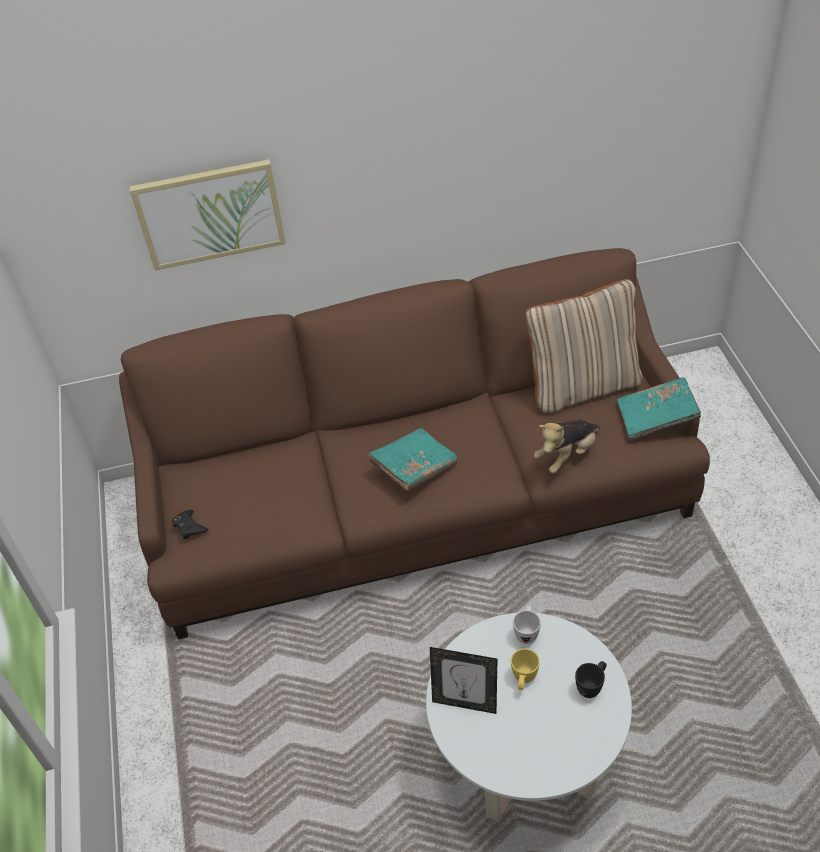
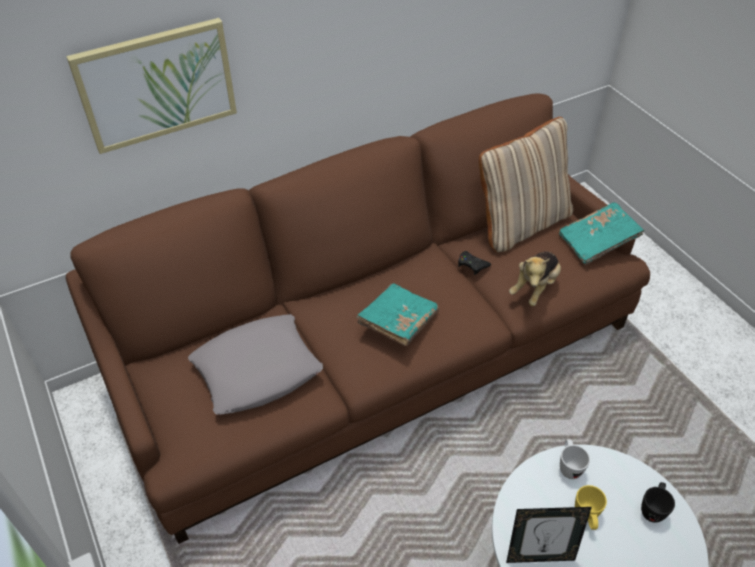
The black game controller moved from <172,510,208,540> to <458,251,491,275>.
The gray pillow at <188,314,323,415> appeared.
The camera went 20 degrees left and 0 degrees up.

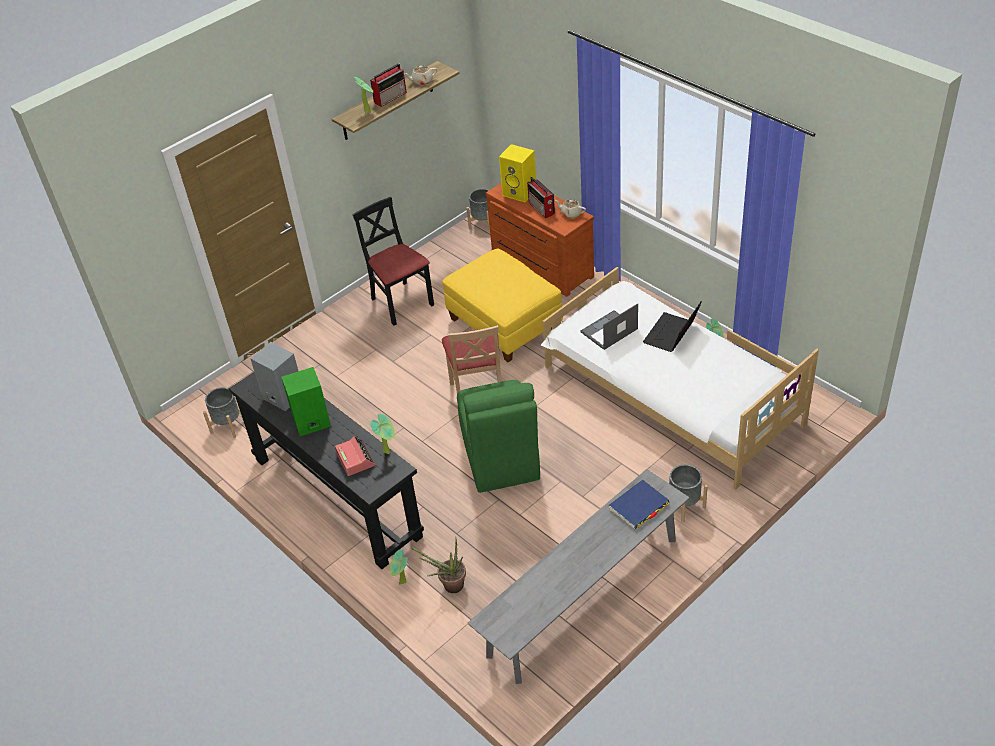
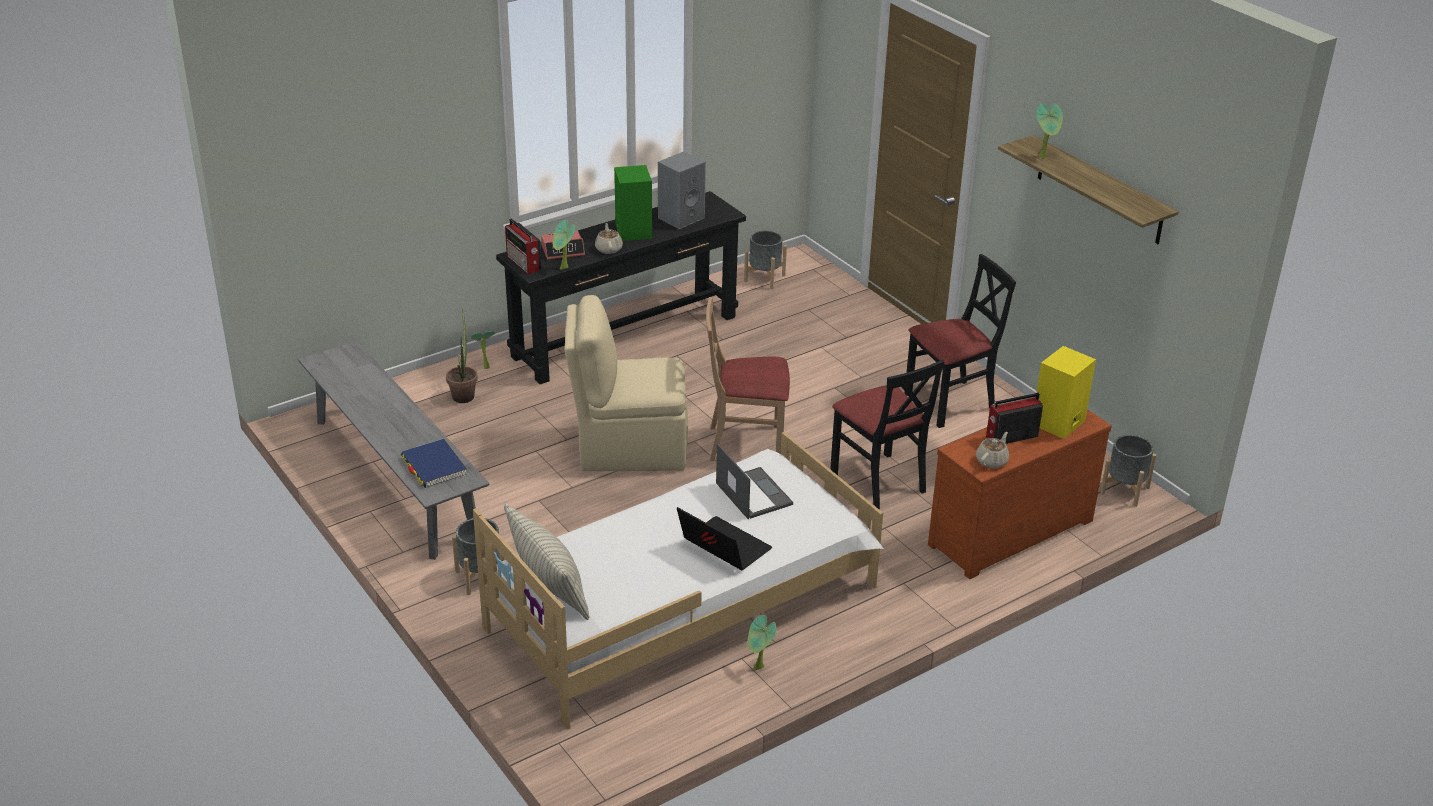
The radio receiver moved from <370,64,407,107> to <505,218,541,274>.
The sand-coloured pot for tea moved from <404,66,437,85> to <595,223,623,254>.
The yellow-coloured footrest at <442,248,563,362> was replaced by the black plain chair at <830,359,945,509>.
The greenish plain chair at <457,380,540,493> became the sand-coloured plain chair at <564,295,688,471>.
The pillow at <504,503,590,620> appeared.
The camera went 95 degrees right and 10 degrees down.

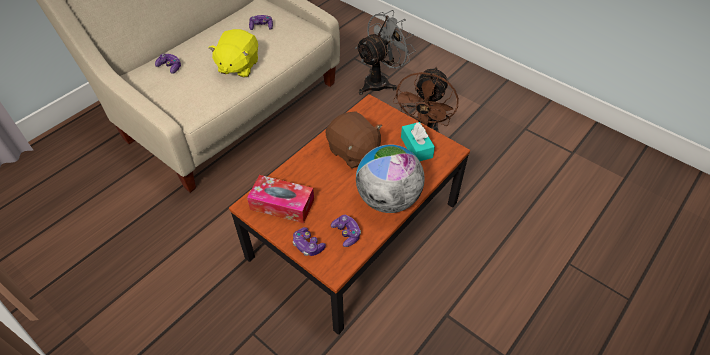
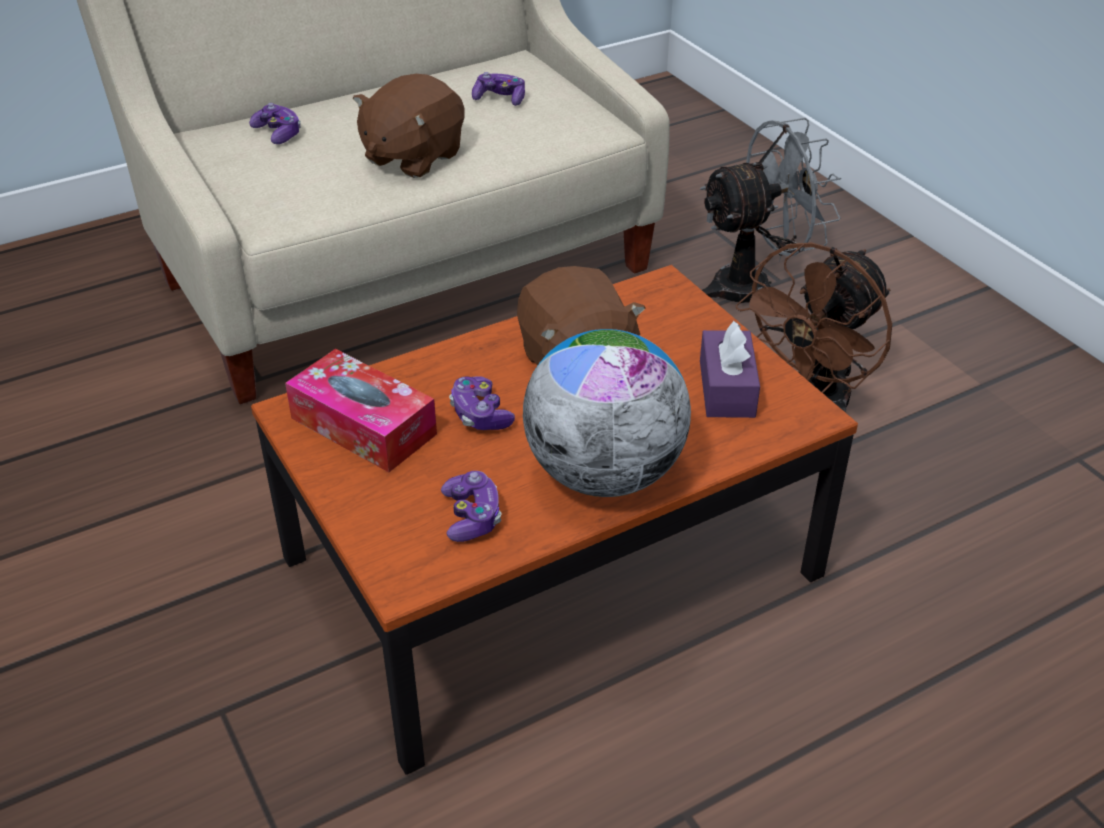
The yellow-coloured plush toy at <209,29,258,77> became the brownish plush toy at <353,74,464,178>.
The turquoise tissue box at <401,122,435,161> became the purple-coloured tissue box at <700,321,760,418>.
The game controller moved from <293,227,326,256> to <449,376,515,430>.
The camera went 20 degrees right and 10 degrees down.

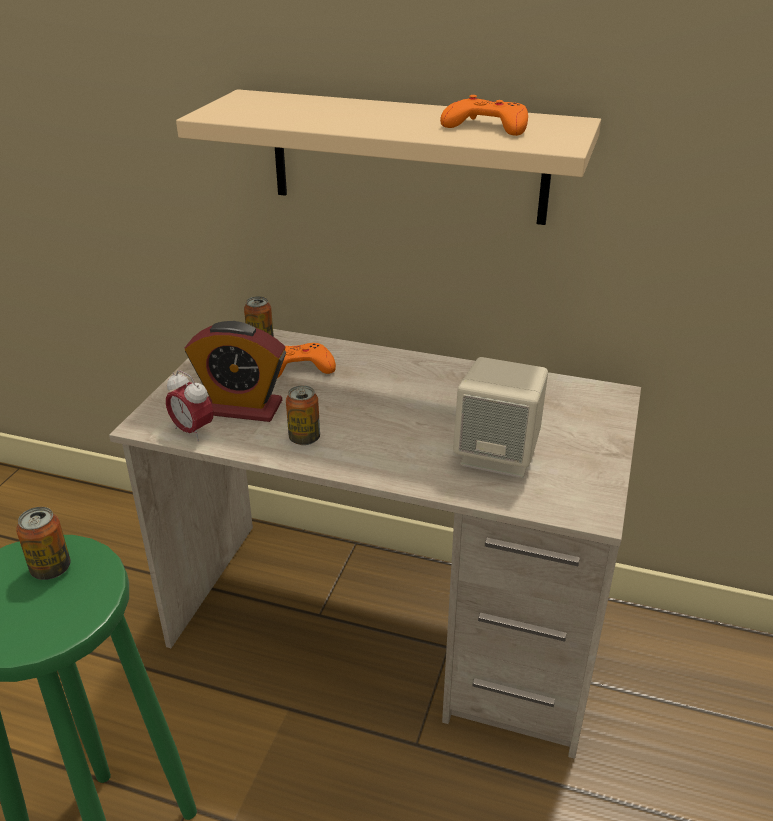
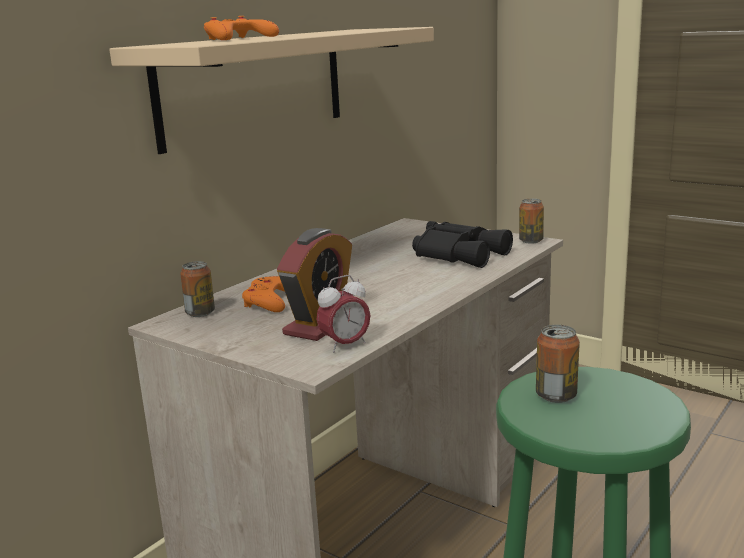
The orange-coloured game controller moved from <440,95,528,136> to <204,16,279,40>.
The sand-coloured speaker at <453,357,548,478> was replaced by the black pair of binoculars at <412,221,513,268>.
The sealed can moved from <286,385,320,445> to <519,199,544,244>.
The camera went 70 degrees left and 15 degrees down.

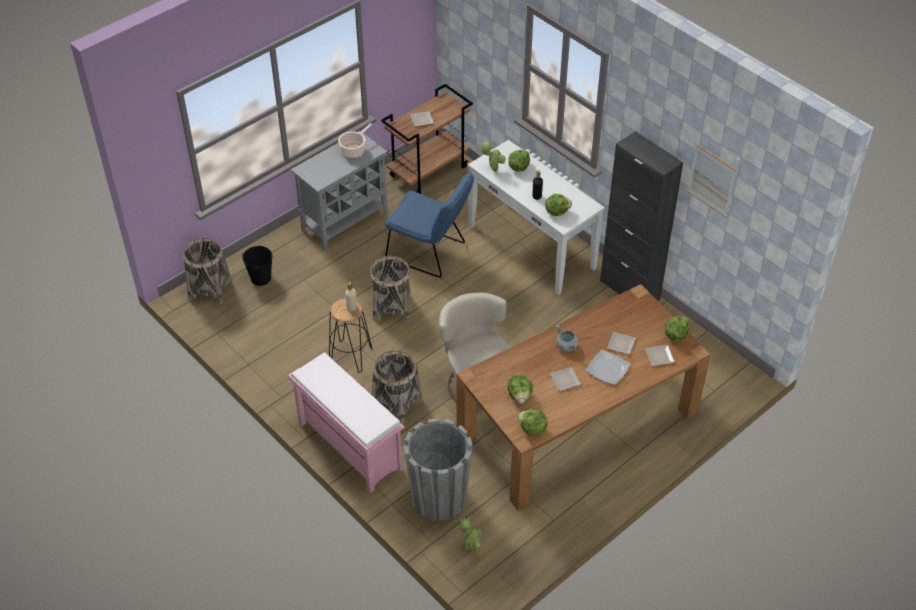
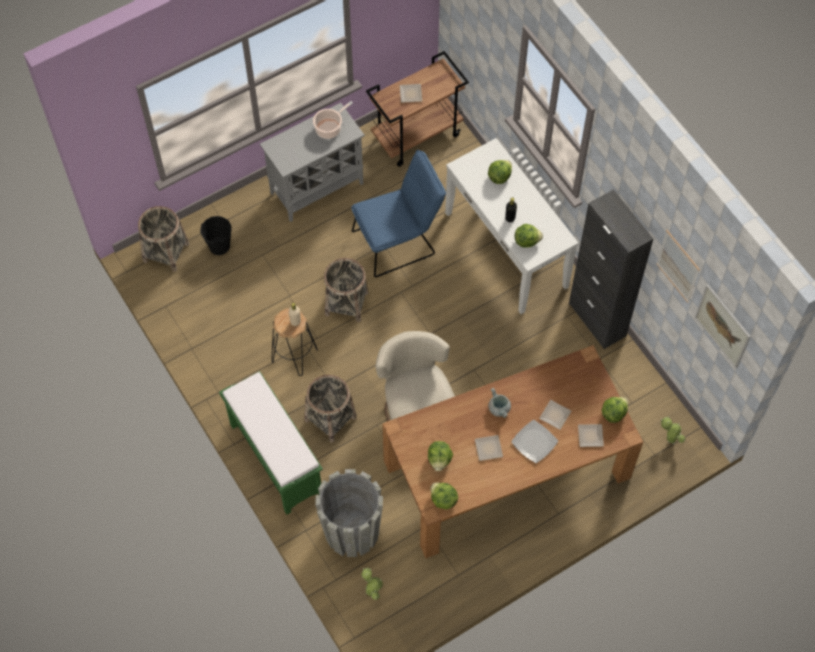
The plant in a pot moved from <481,141,506,172> to <661,417,685,444>.
The blue plain chair at <385,171,474,278> turned 60 degrees counterclockwise.
The pink long seat at <288,353,404,493> became the greenish long seat at <219,371,323,515>.
The picture at <695,284,751,368> appeared.
The camera went 10 degrees right and 15 degrees up.

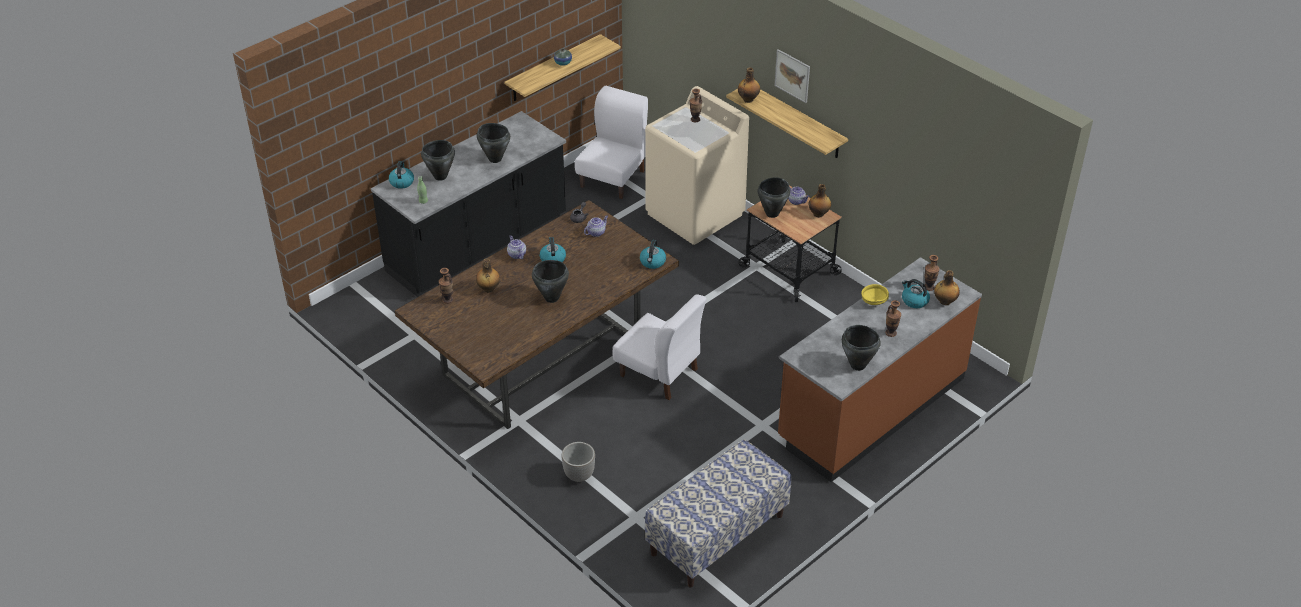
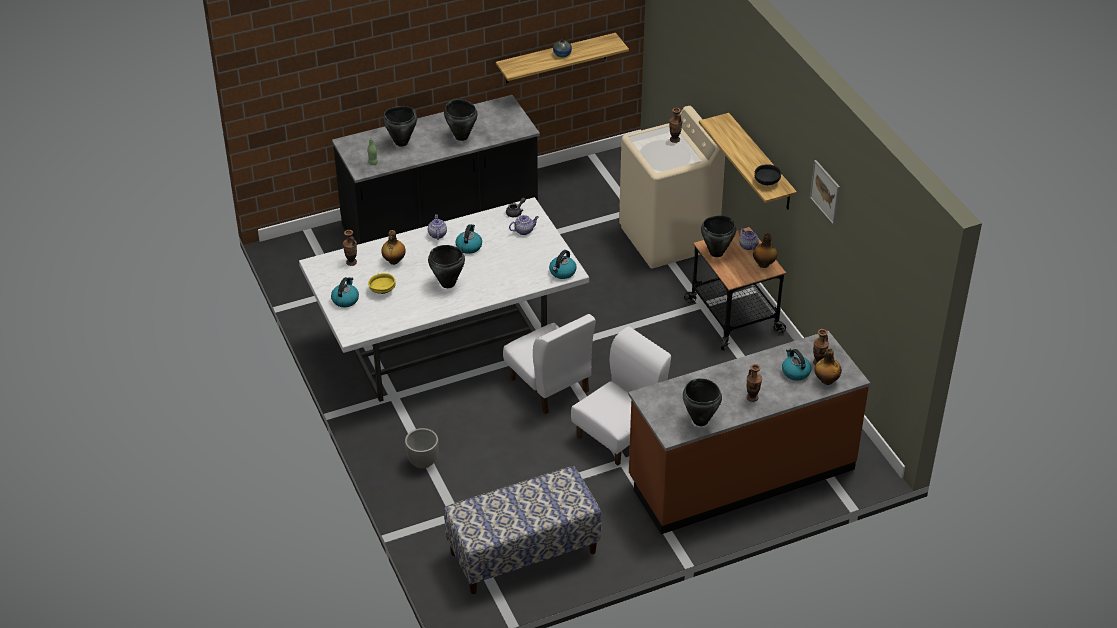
The picture moved from <774,49,810,103> to <810,160,840,225>.
The beverage bottle at <738,67,760,103> disappeared.
The whitish plain chair moved from <575,86,648,199> to <571,327,671,466>.
The water kettle moved from <389,161,414,189> to <331,277,359,307>.
The brownish kitchen table at <395,200,679,429> became the whitish kitchen table at <299,197,589,402>.
The yellow-coloured serving bowl moved from <861,284,889,305> to <368,273,396,294>.
The black serving bowl at <754,164,782,185> appeared.
The camera went 20 degrees right and 0 degrees up.

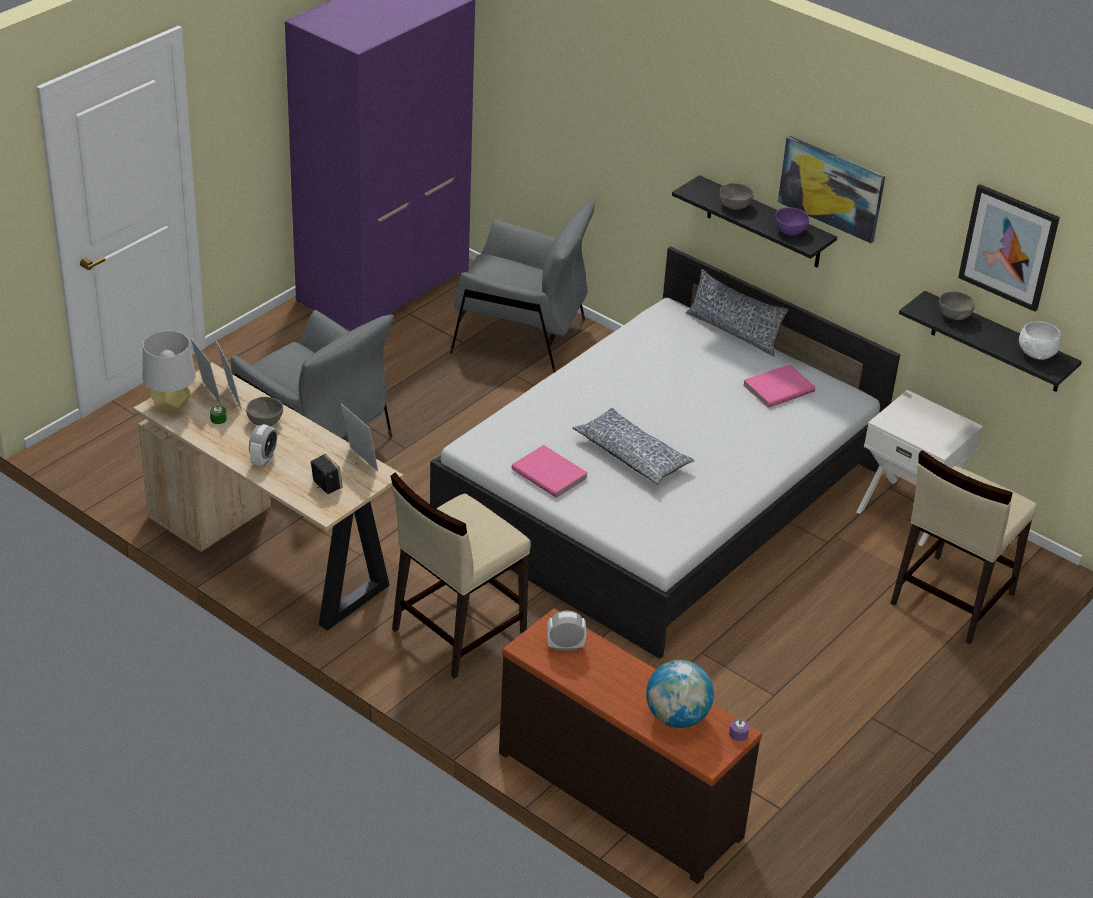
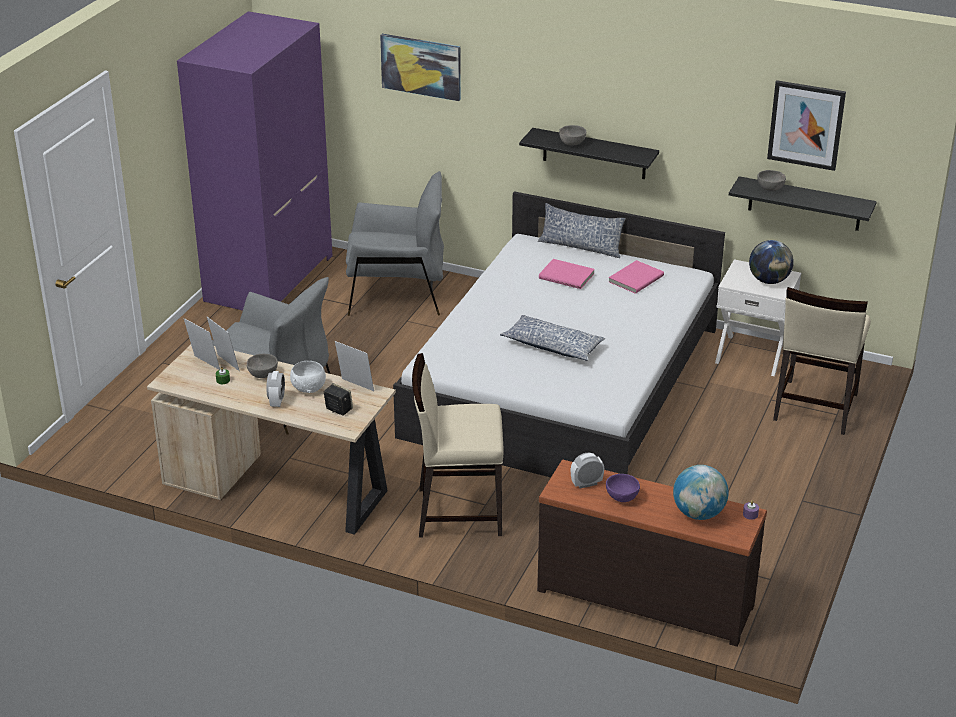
The picture moved from <778,136,885,243> to <380,34,461,101>.
The purple-coloured serving bowl moved from <775,207,809,235> to <606,474,640,502>.
The whitish serving bowl moved from <1019,321,1062,360> to <290,361,326,393>.
The gray tabletop lamp at <142,331,196,413> disappeared.
The pink volume moved from <511,445,588,498> to <539,259,595,289>.
The sand-coloured plain chair at <391,472,531,678> turned 60 degrees clockwise.
The world globe at <749,240,794,284> appeared.
The camera went 15 degrees left and 5 degrees down.

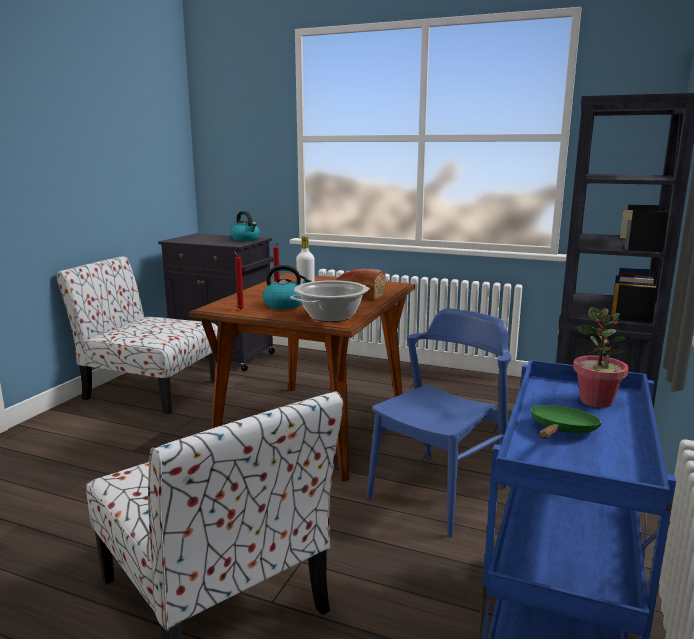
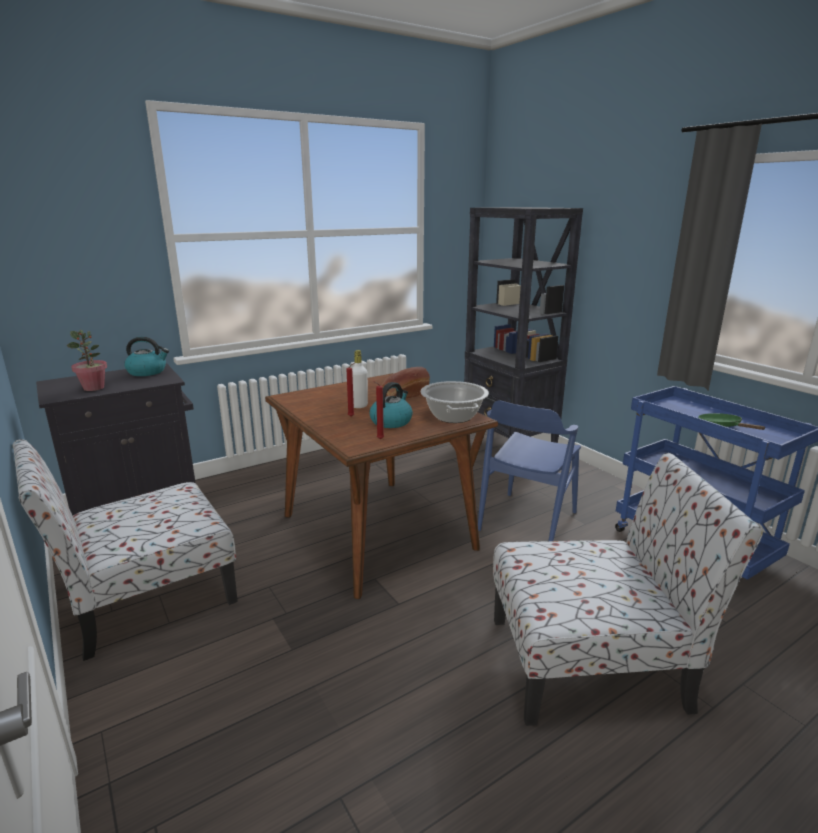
The plant in a pot moved from <573,307,629,408> to <67,330,107,391>.
The blue plain chair at <367,308,511,537> turned 135 degrees counterclockwise.
The camera went 55 degrees left and 5 degrees up.

